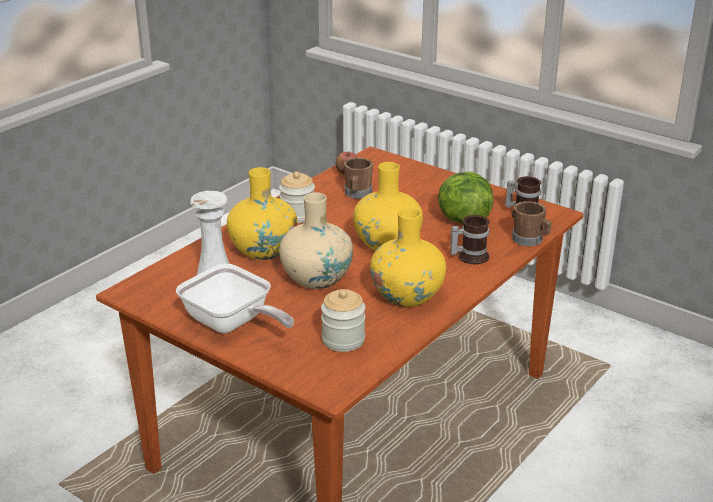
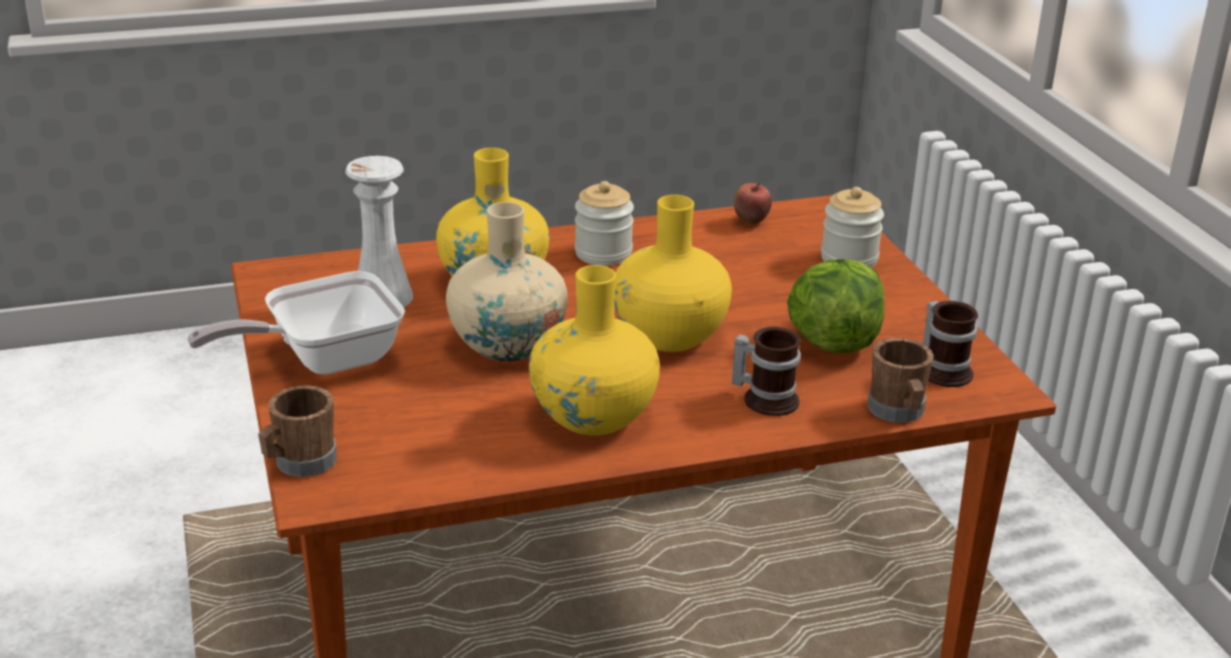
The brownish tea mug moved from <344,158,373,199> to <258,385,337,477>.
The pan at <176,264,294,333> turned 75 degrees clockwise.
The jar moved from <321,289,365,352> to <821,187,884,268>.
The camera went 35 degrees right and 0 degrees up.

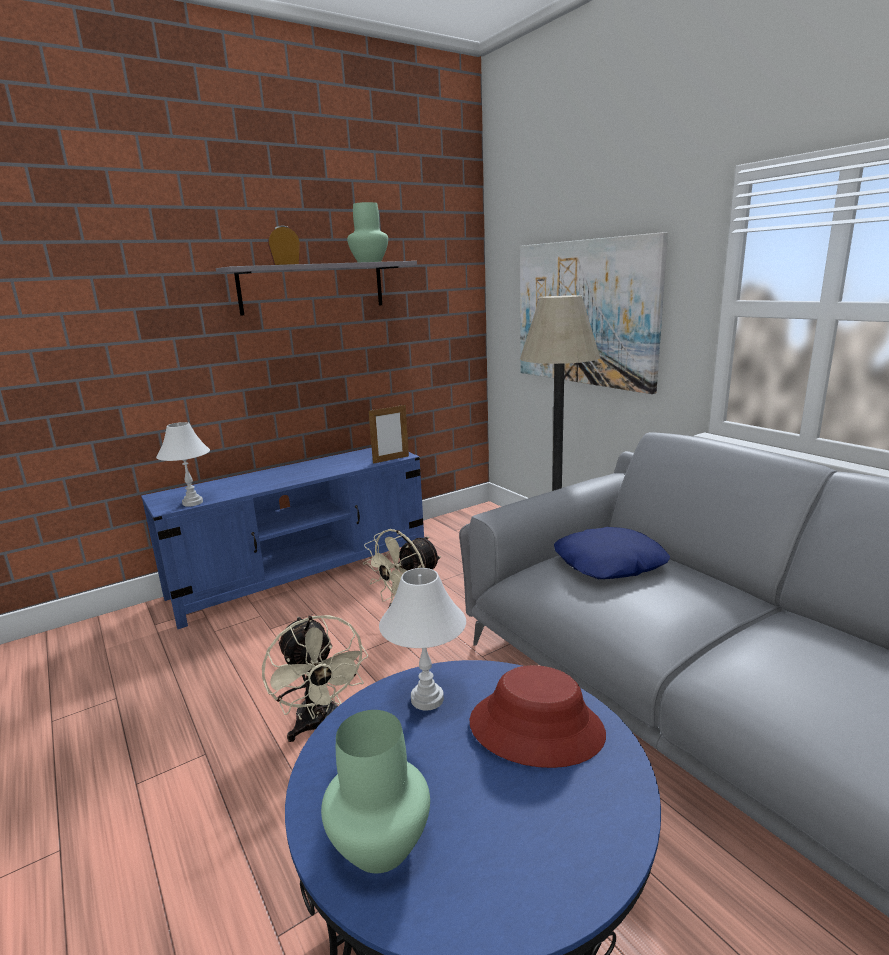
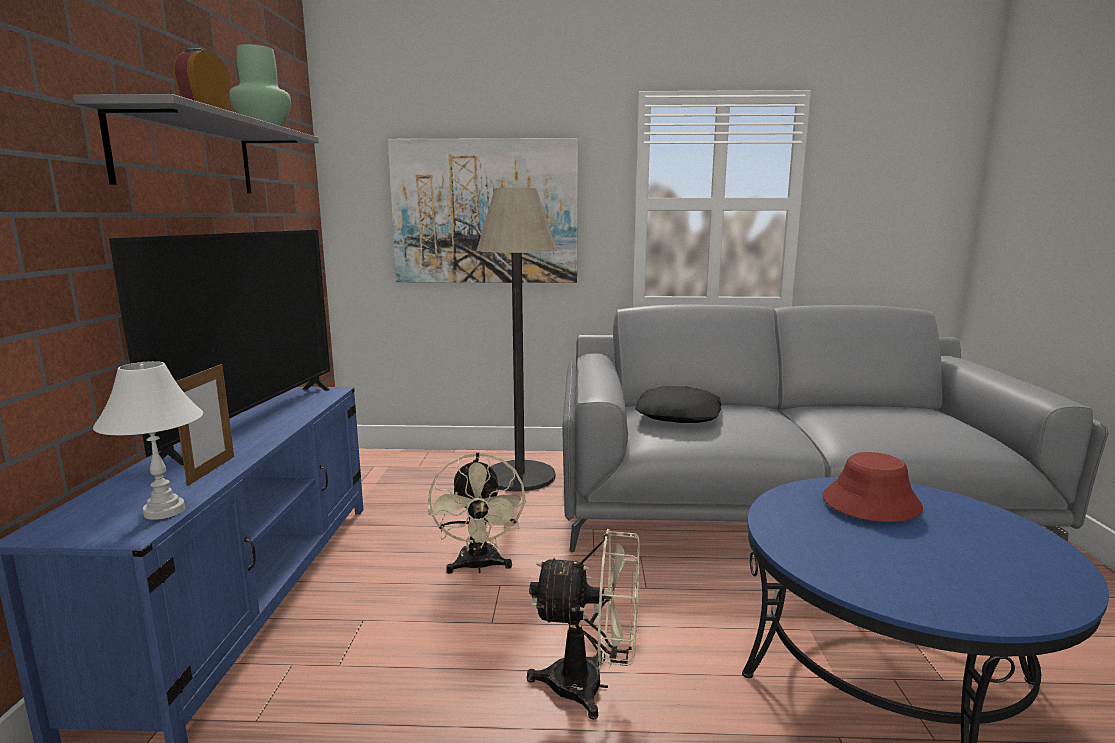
The photo frame moved from <369,405,409,464> to <176,363,234,486>.
The blue pillow at <554,527,670,579> became the black pillow at <635,386,721,423>.
The whitish tabletop lamp at <379,568,466,711> disappeared.
The greenish flower vase at <321,710,430,873> disappeared.
The TV at <109,230,330,465> appeared.
The camera went 55 degrees left and 5 degrees down.

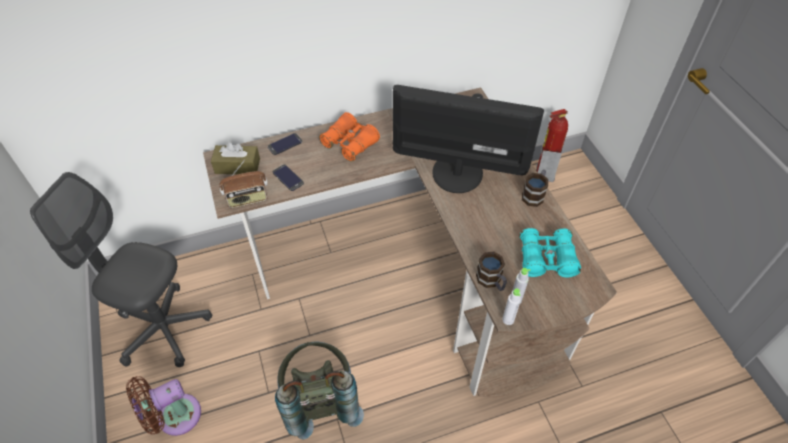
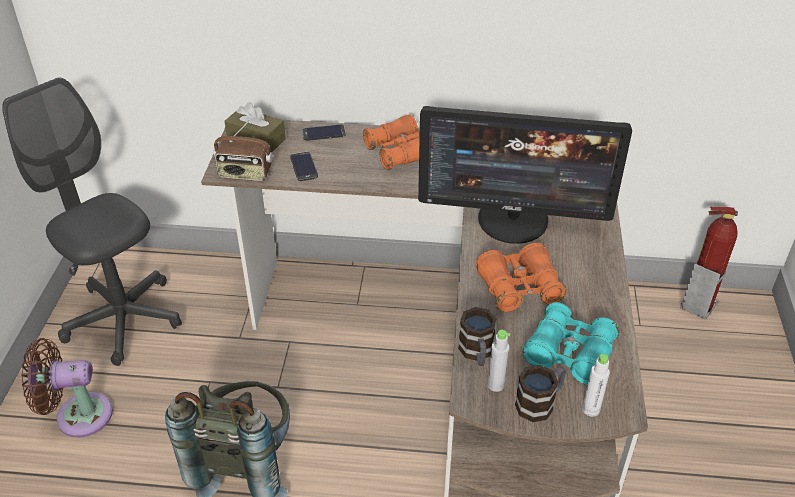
The monitor at <393,85,544,193> turned 150 degrees clockwise.
The tea mug moved from <522,170,548,207> to <515,365,566,422>.
The whitish beverage bottle moved from <502,288,521,325> to <582,354,610,417>.
The orange-coloured pair of binoculars at <476,243,567,313> appeared.
The camera went 25 degrees right and 10 degrees down.

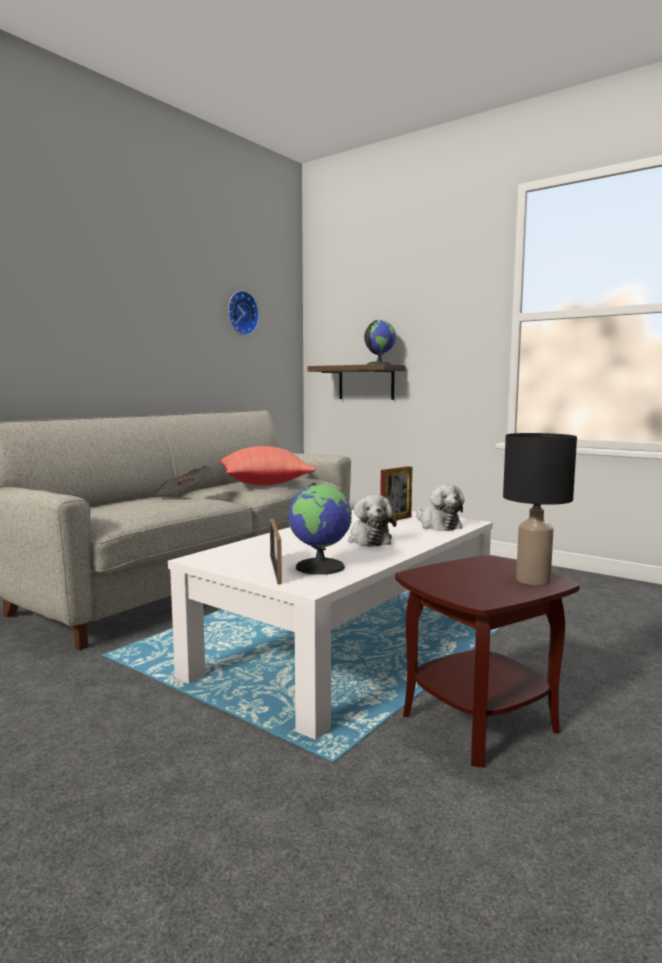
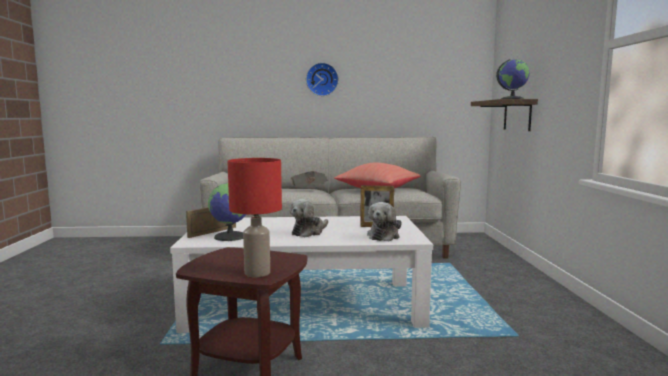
The hanging clock moved from <228,291,259,336> to <306,63,339,96>.
The black tabletop lamp at <503,433,577,586> became the reddish tabletop lamp at <228,158,282,277>.
The camera went 50 degrees right and 0 degrees up.

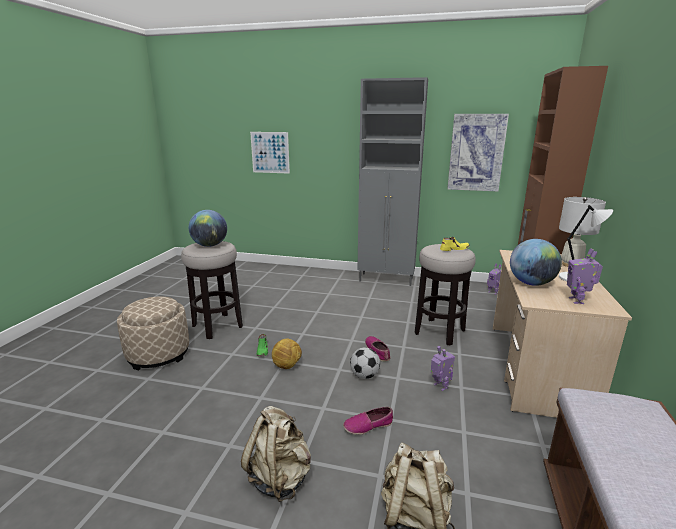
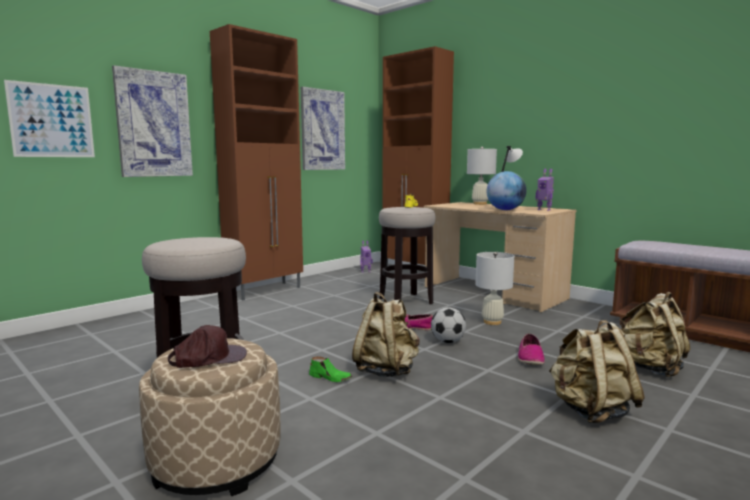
The gray cupboard at <357,77,428,286> became the brownish cupboard at <210,24,303,300>.
The world globe at <189,210,227,247> disappeared.
The football at <272,339,302,369> was replaced by the sand-coloured backpack at <352,292,419,377>.
The toy robot at <431,346,455,391> was replaced by the whitish tabletop lamp at <475,252,514,325>.
The picture at <112,65,193,177> appeared.
The brownish peaked cap at <168,325,247,368> appeared.
The camera went 60 degrees left and 10 degrees down.

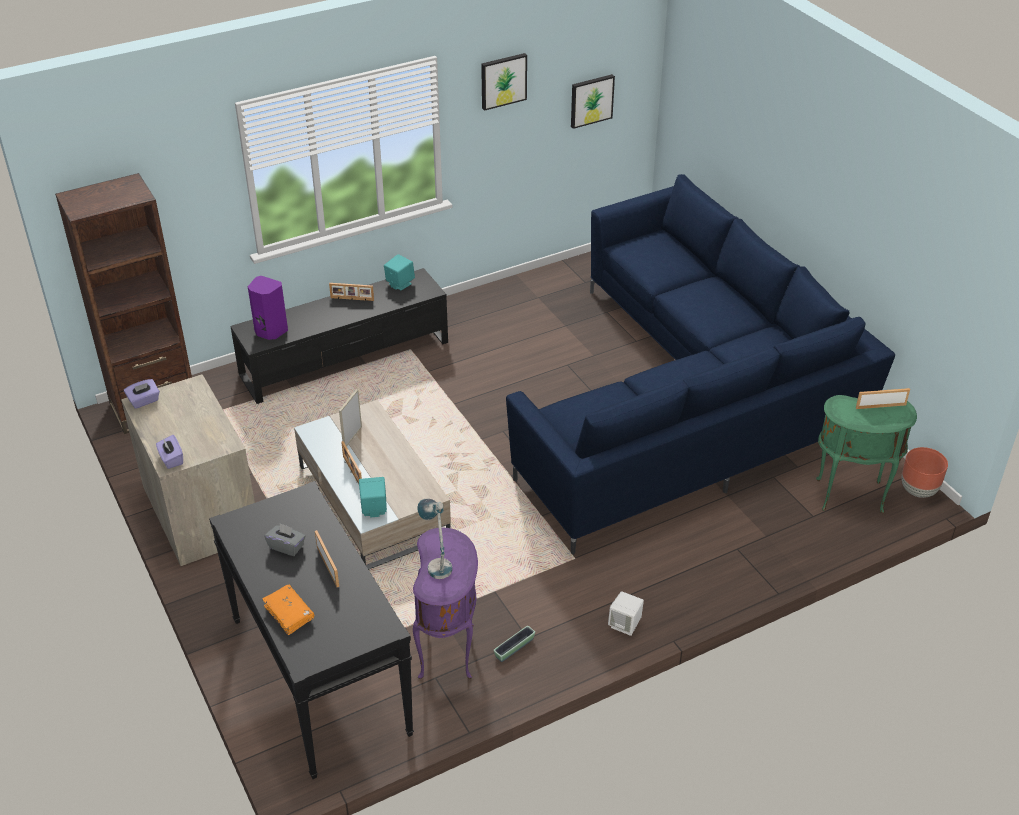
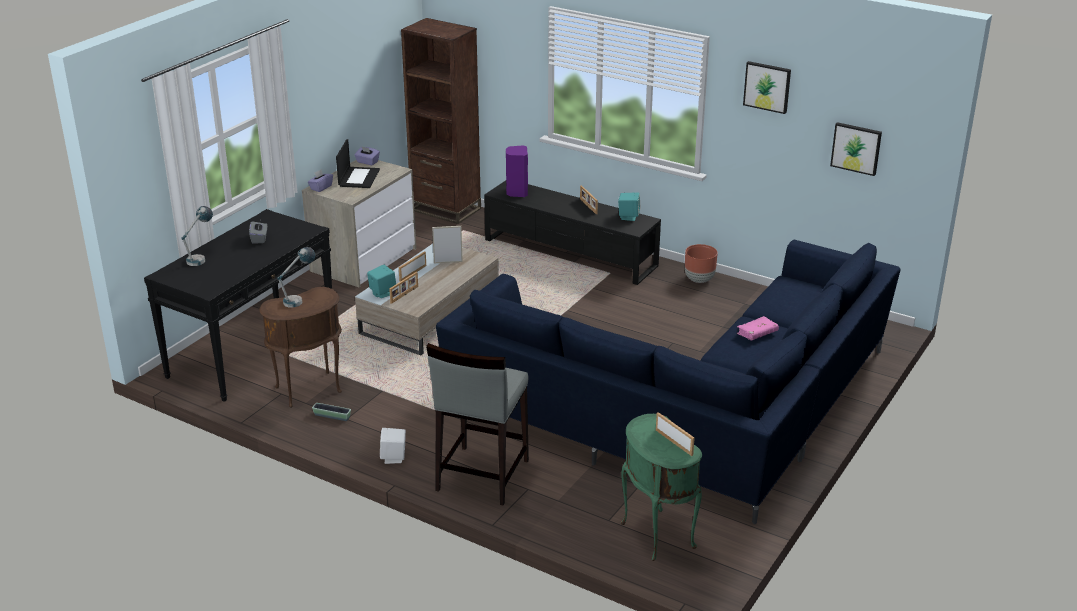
The brownish flower pot moved from <902,447,948,498> to <685,244,718,283>.
The purple-coloured accent table at <413,528,478,679> became the brownish accent table at <259,287,342,408>.
The photo frame moved from <315,530,339,587> to <389,272,418,304>.
The orange-coloured volume at <262,585,314,635> was replaced by the tabletop lamp at <181,206,213,266>.
The laptop at <336,139,380,188> appeared.
The pink volume at <737,316,779,340> appeared.
The gray stool seat at <426,343,529,506> appeared.
The camera went 60 degrees right and 10 degrees down.

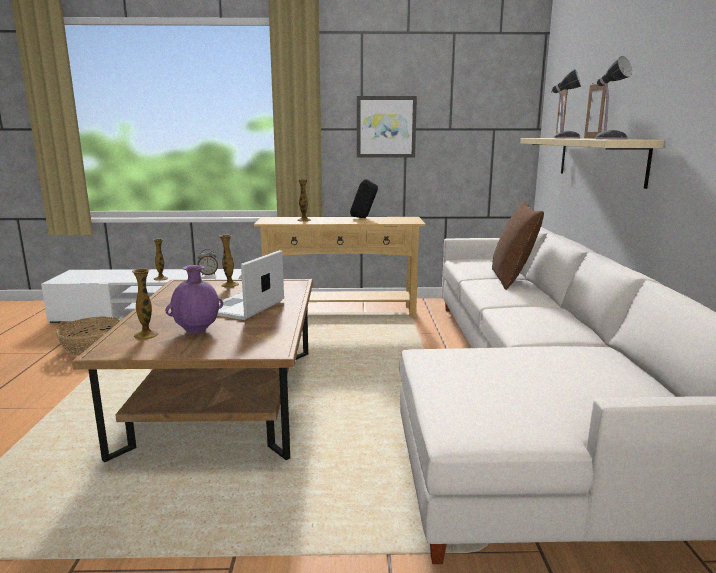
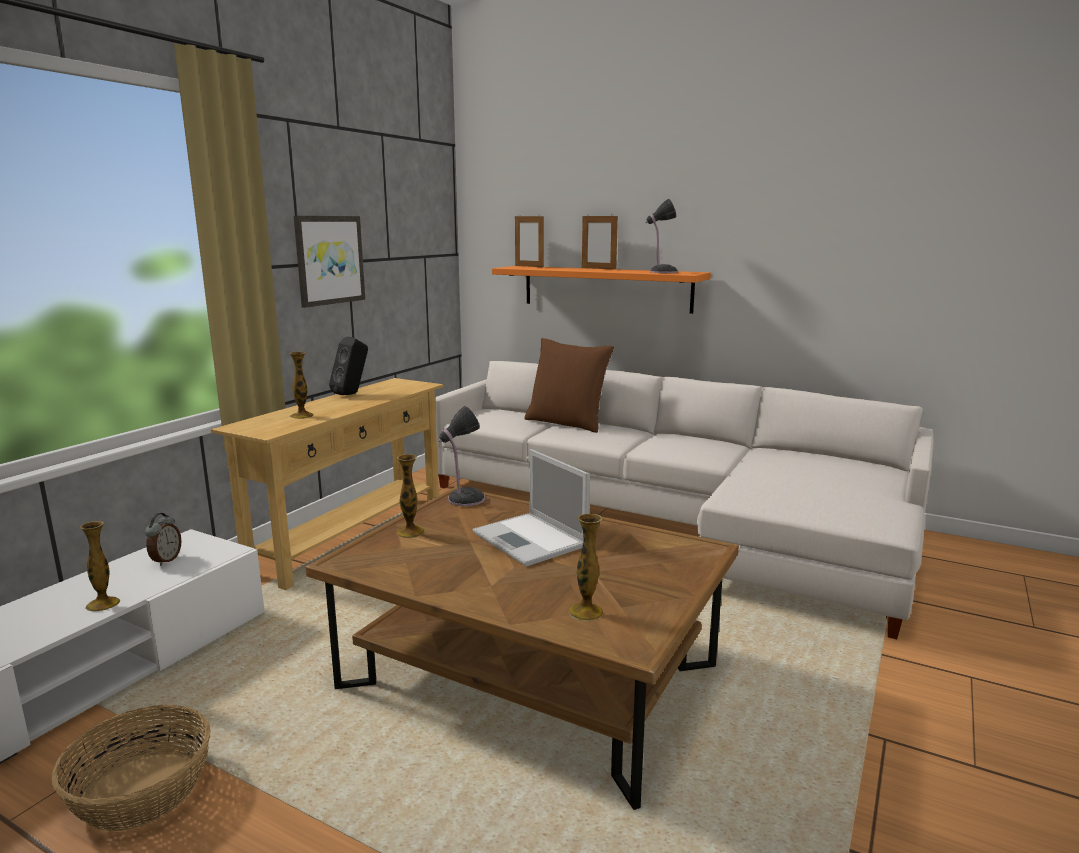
The tabletop lamp moved from <551,69,581,138> to <439,406,485,506>.
The sand-coloured wall shelf at <520,138,664,189> became the orange-coloured wall shelf at <492,266,711,314>.
The purple-coloured flower vase at <165,265,223,333> disappeared.
The camera went 60 degrees left and 0 degrees up.

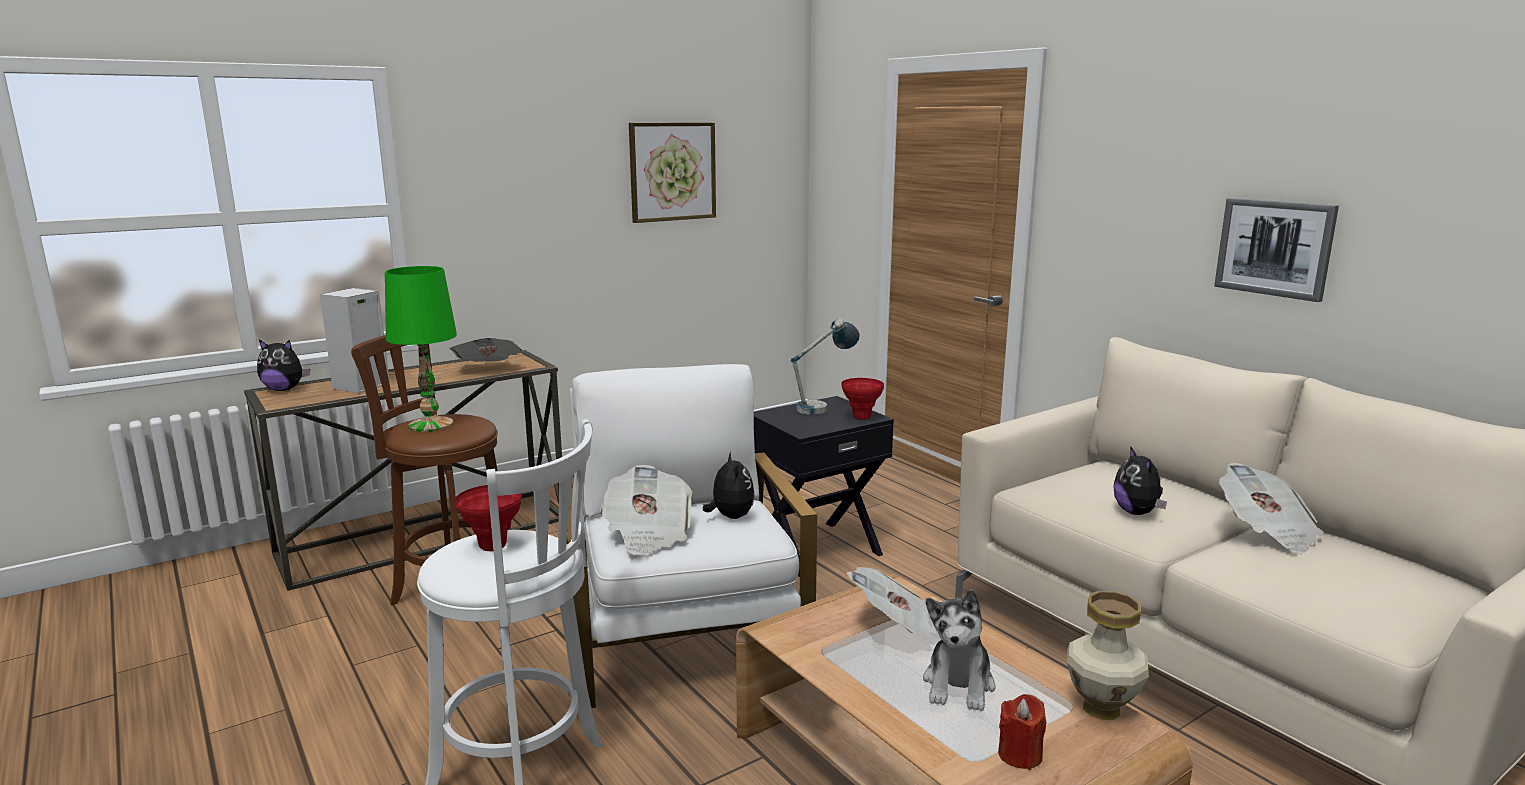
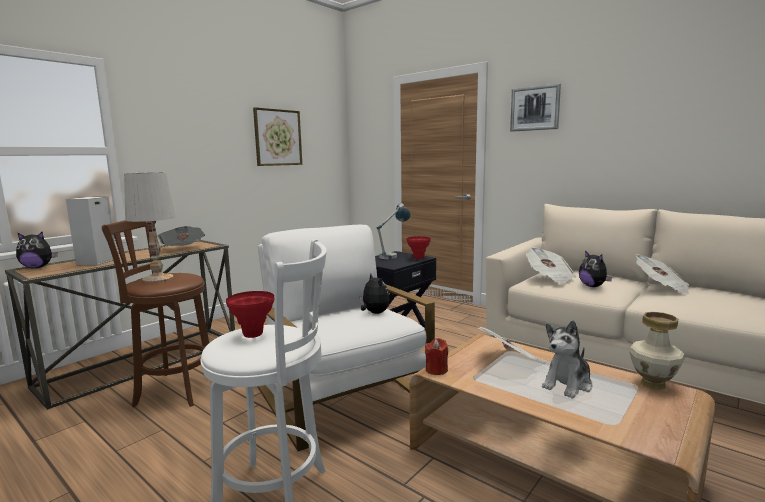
The picture moved from <1214,198,1339,302> to <510,84,561,132>.
The greenish tabletop lamp at <385,266,457,432> became the whitish tabletop lamp at <124,172,175,283>.
The daily paper moved from <600,465,692,556> to <526,247,576,285>.
The plush toy at <923,590,996,711> turned 45 degrees clockwise.
The reddish wax light moved from <998,694,1046,770> to <425,338,448,375>.
The camera went 15 degrees left and 5 degrees down.

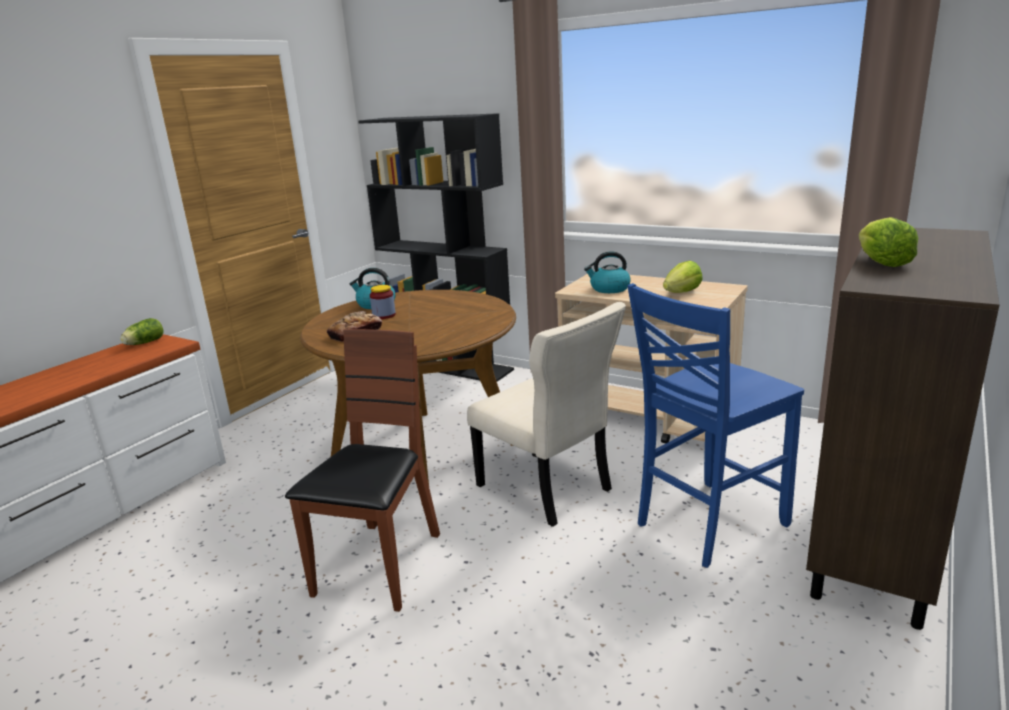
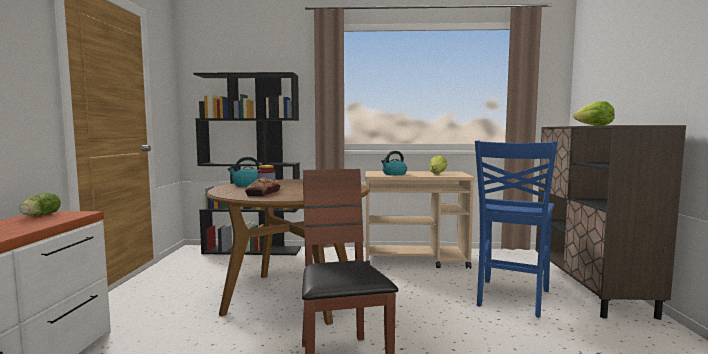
The sand-coloured plain chair at <467,302,626,527> disappeared.
The camera went 30 degrees left and 15 degrees down.

